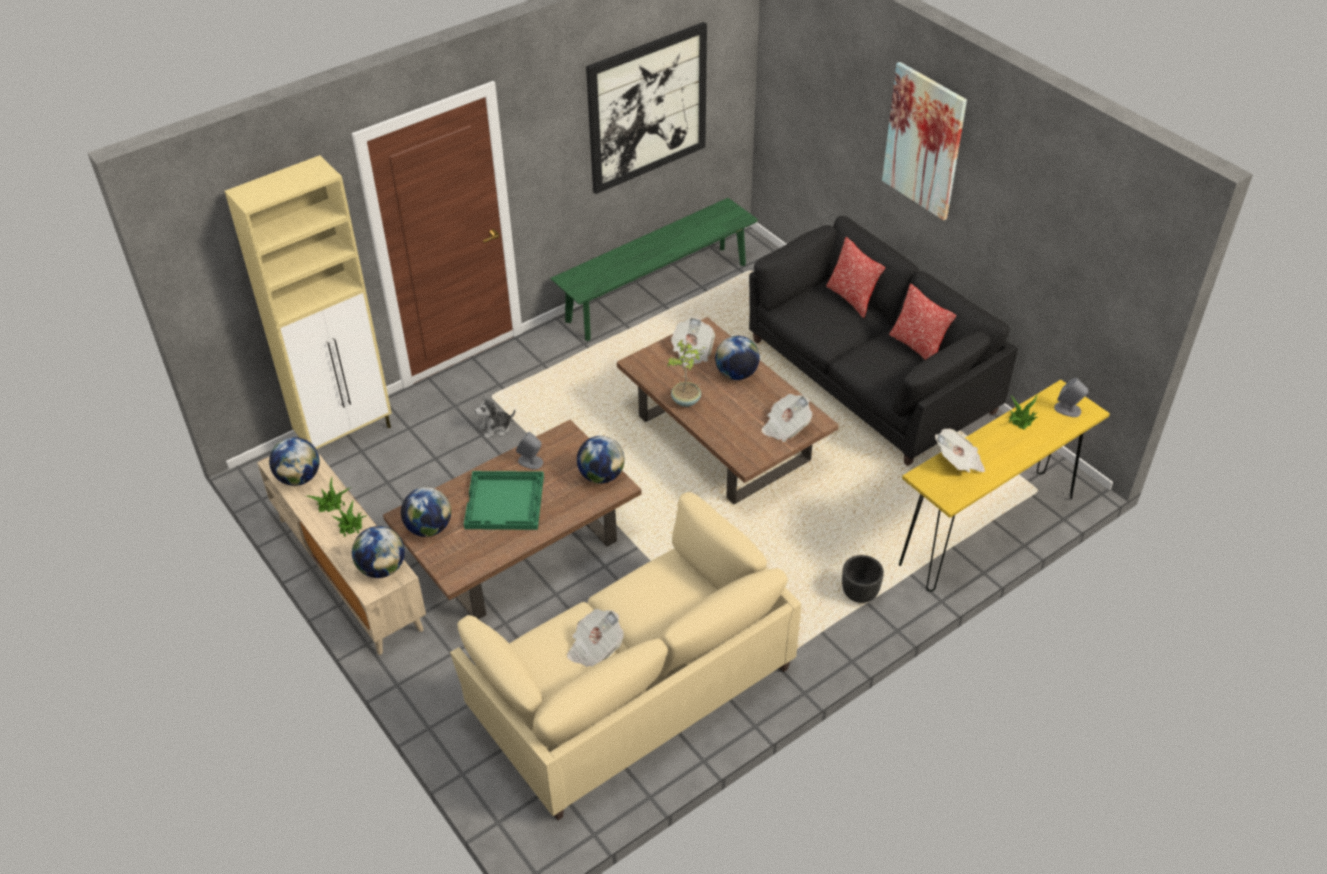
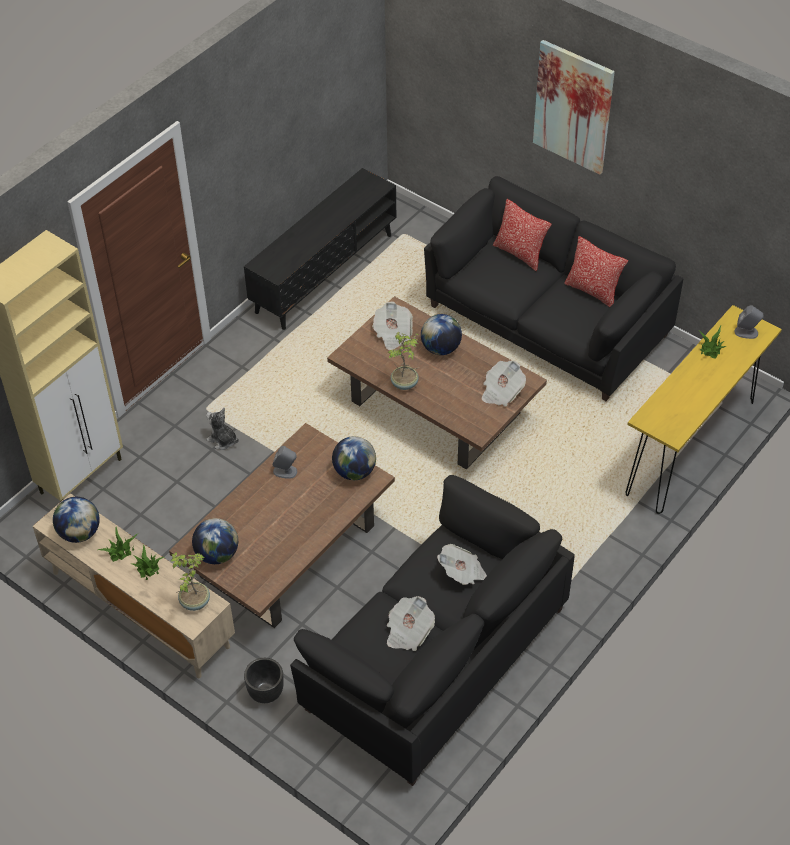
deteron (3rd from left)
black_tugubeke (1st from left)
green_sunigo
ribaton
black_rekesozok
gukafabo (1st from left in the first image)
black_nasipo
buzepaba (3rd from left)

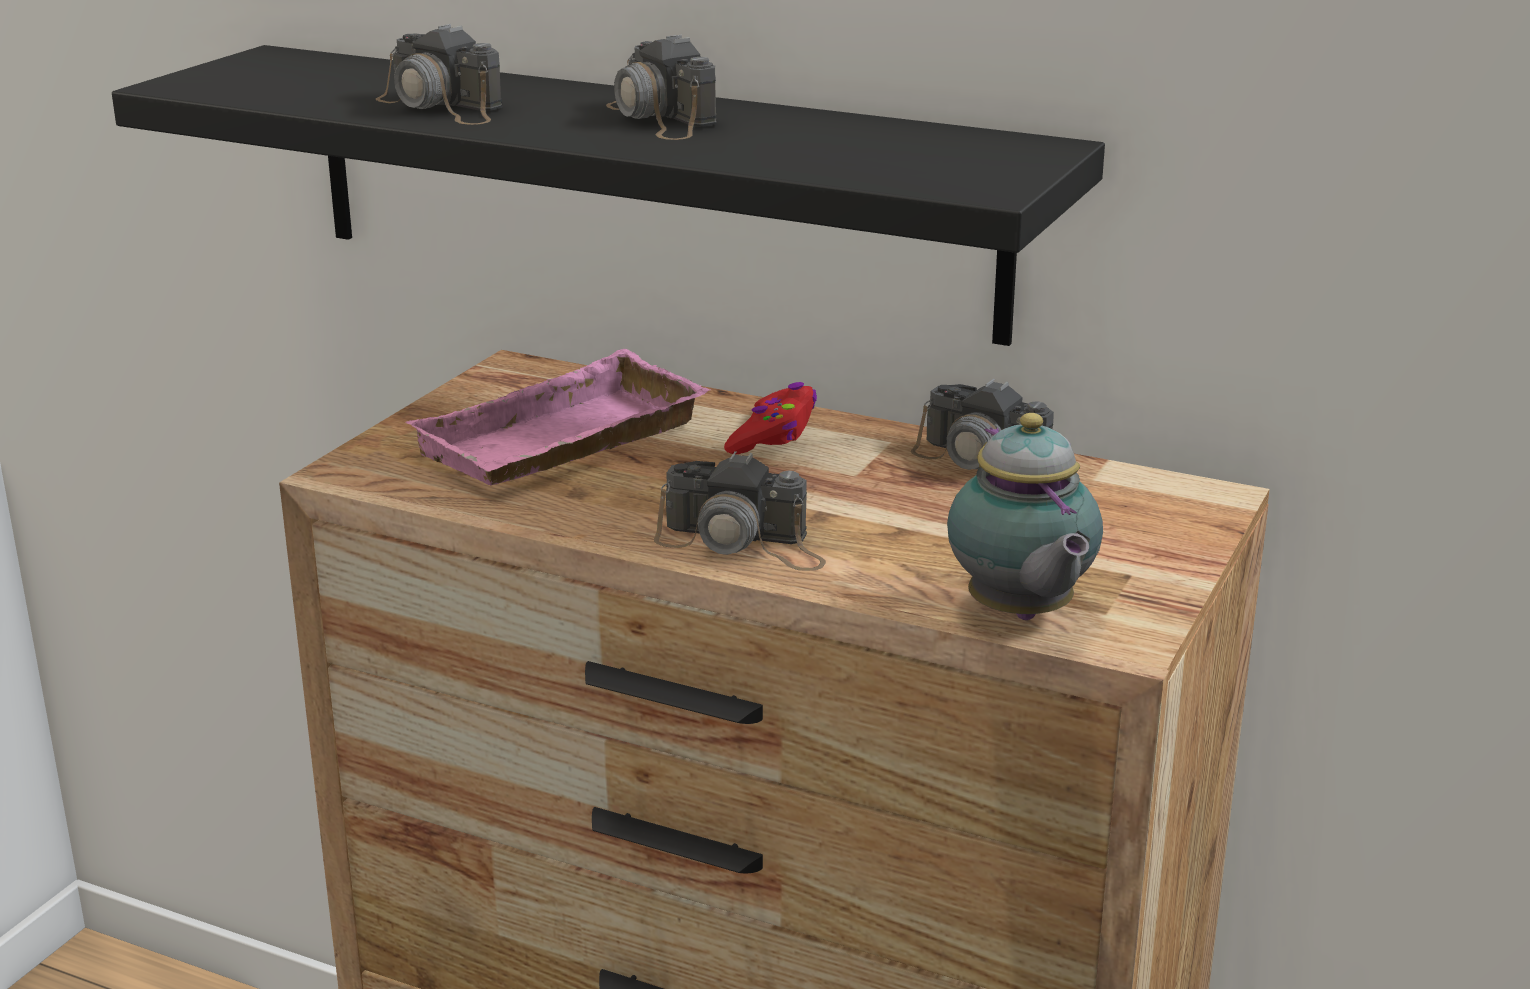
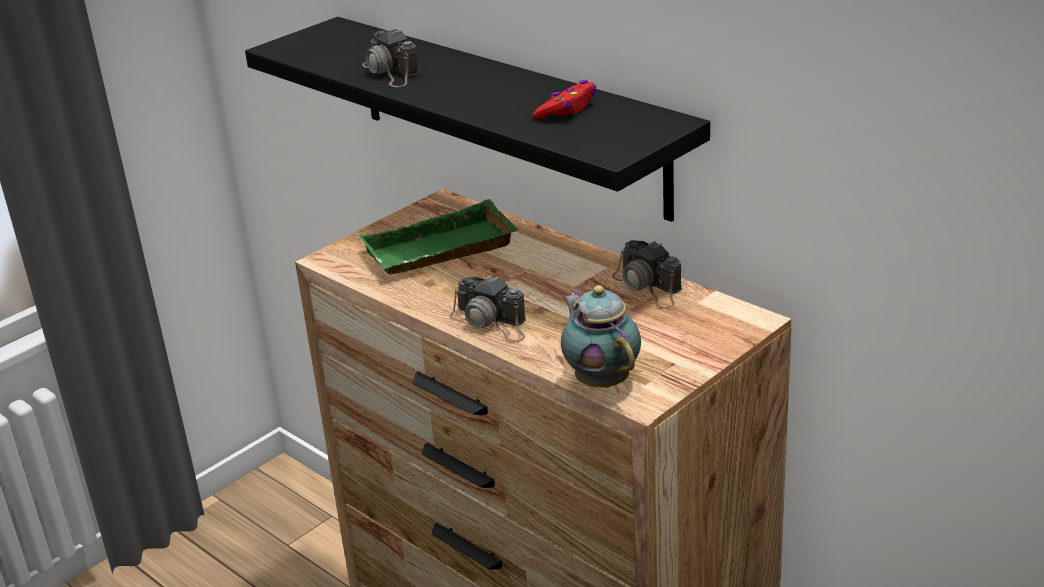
green_sunigo
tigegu (2nd from left in the first image)
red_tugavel
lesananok

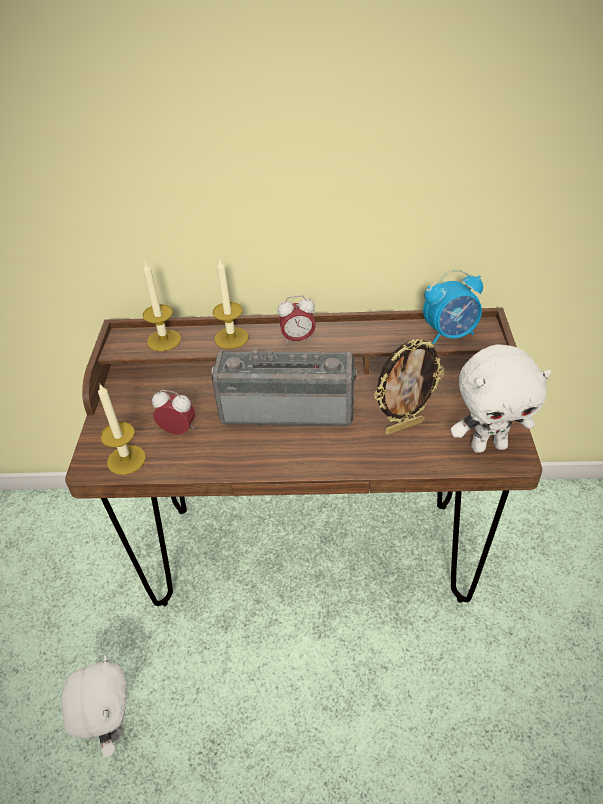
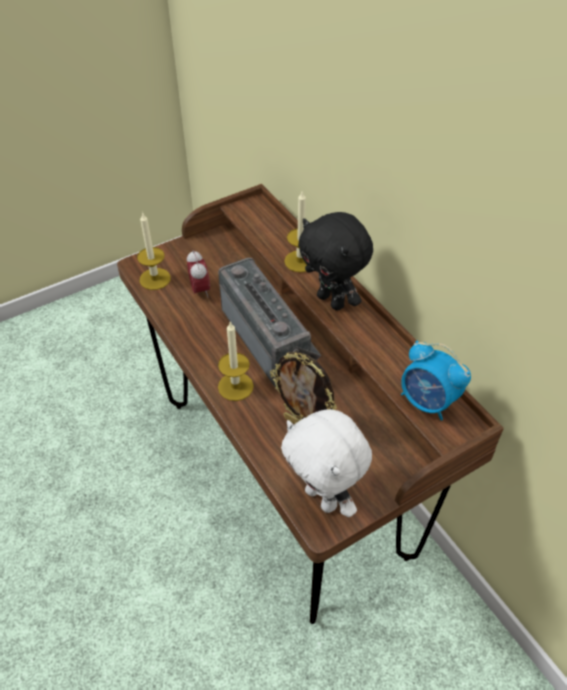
white_ribaton (1st from left in the first image)
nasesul (2nd from left)
black_ribaton

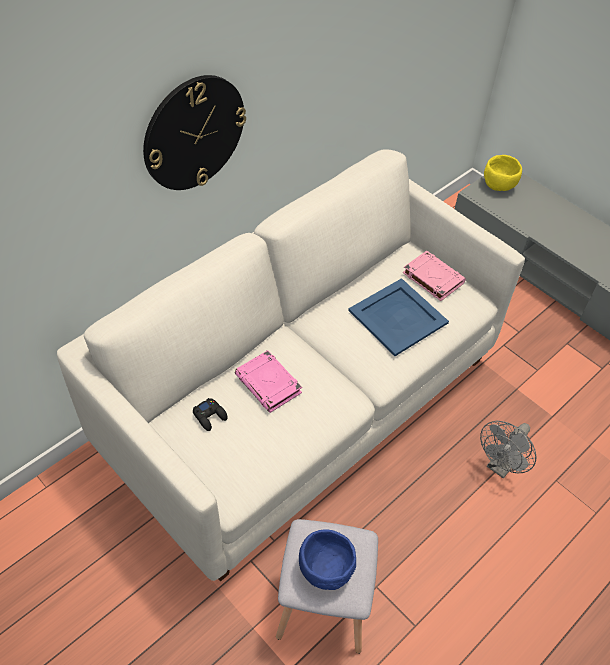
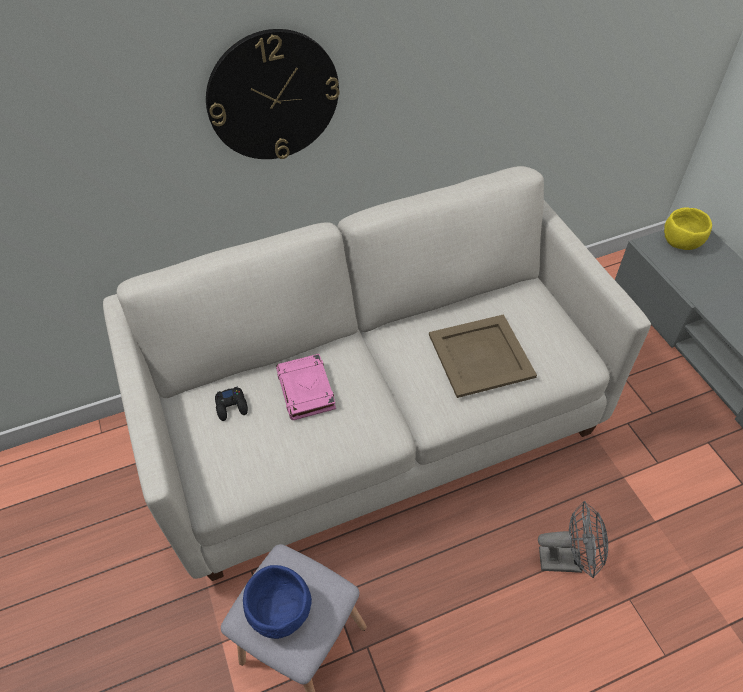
beige_sunigo
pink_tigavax (2nd from left in the first image)
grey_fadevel

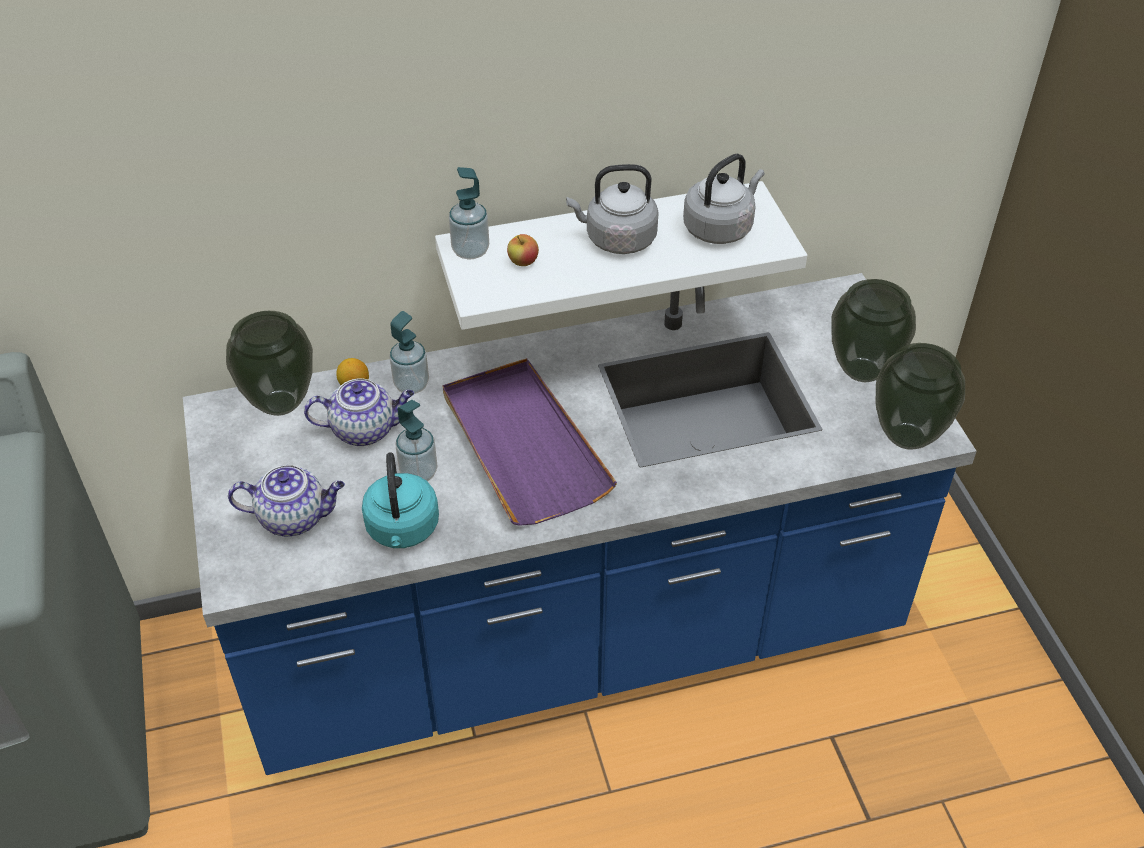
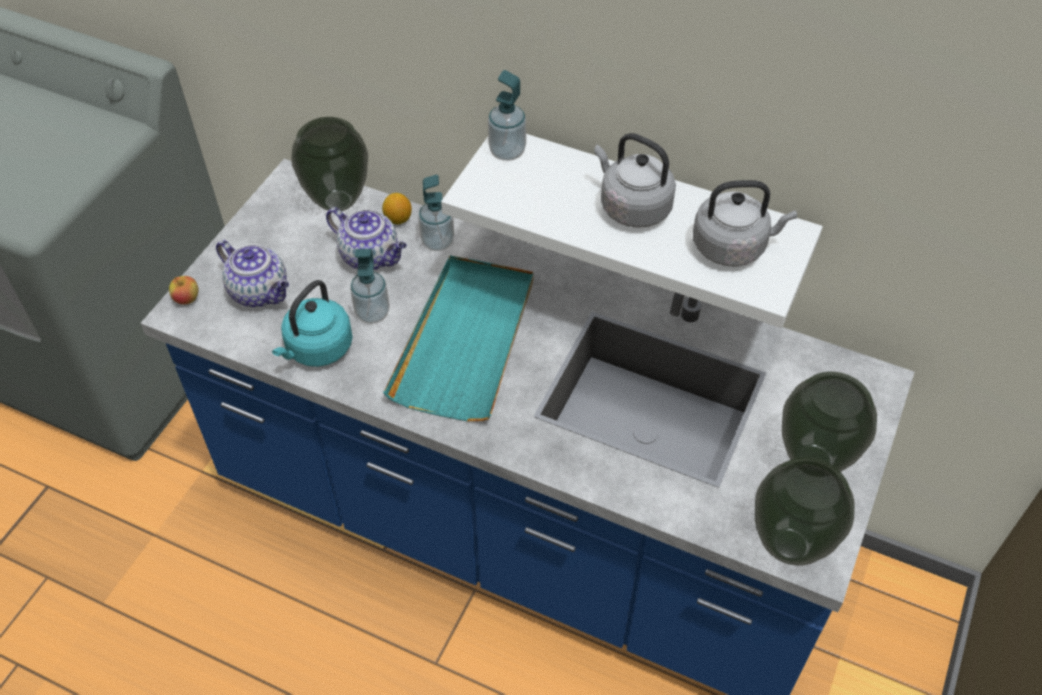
turquoise_sunigo
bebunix

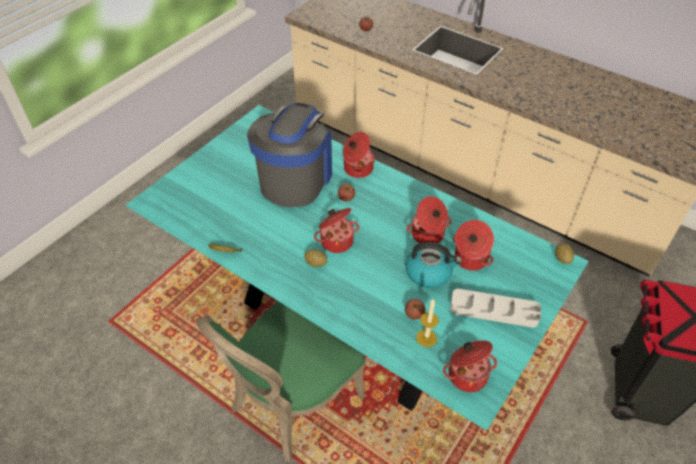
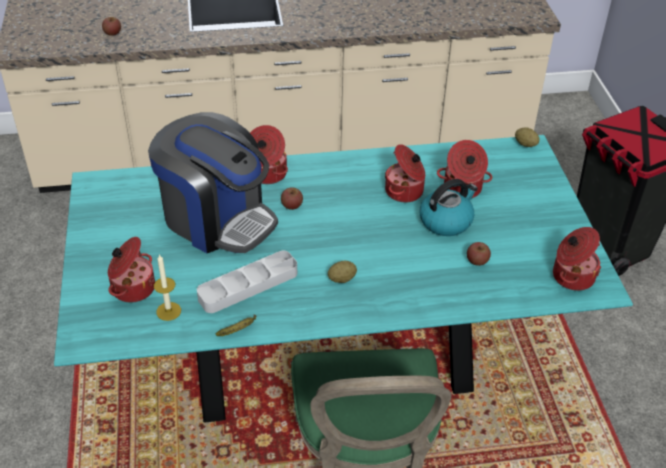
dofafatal
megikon (1st from left)
nasesul
grey_sunigo

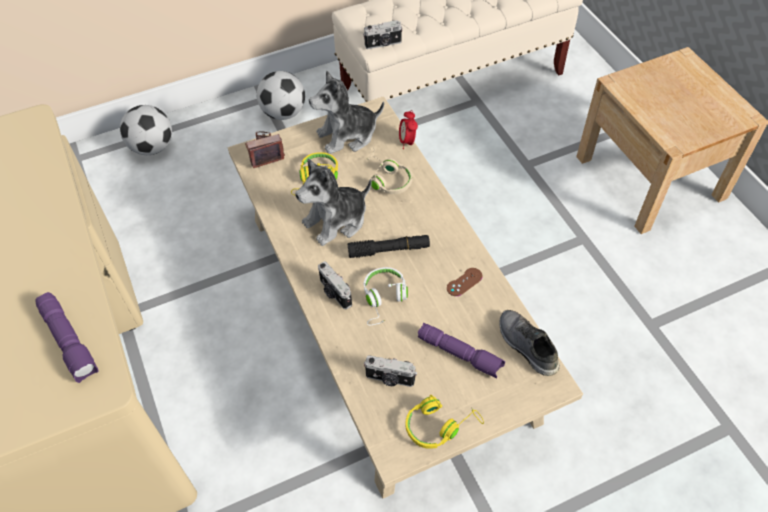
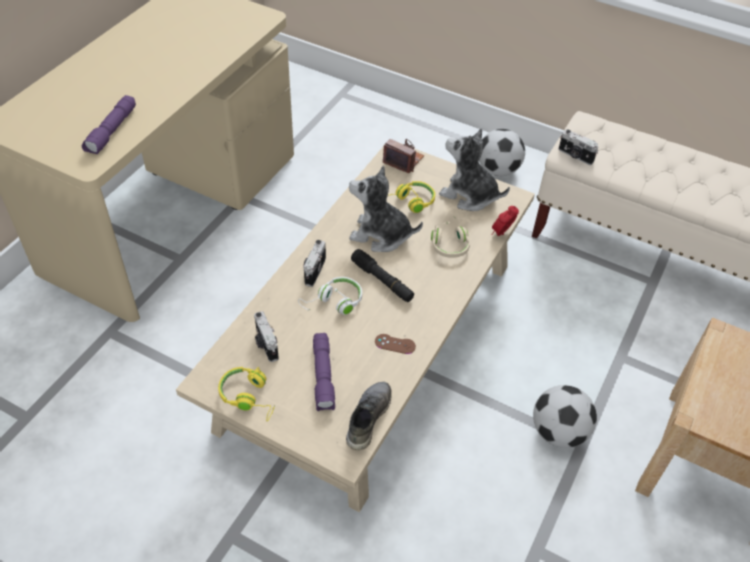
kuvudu (2nd from left)

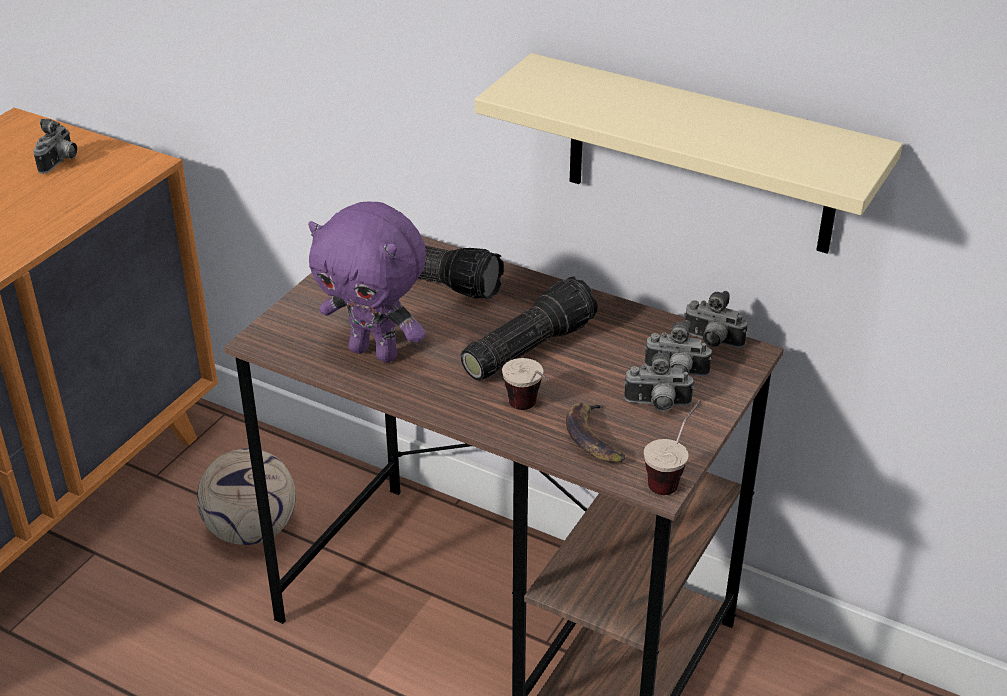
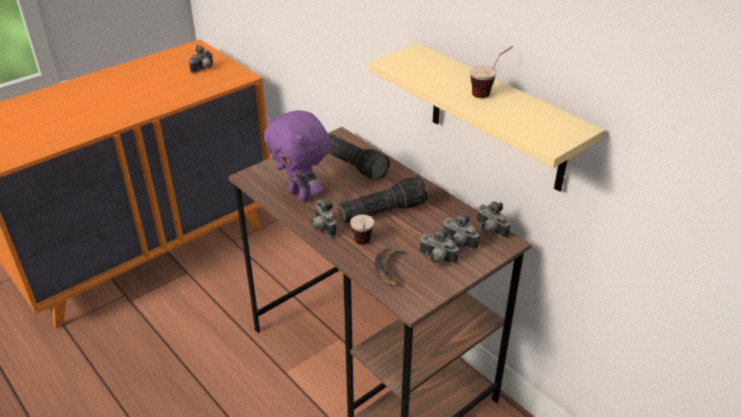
kuvudu
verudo (2nd from left)
tigegu (2nd from left)

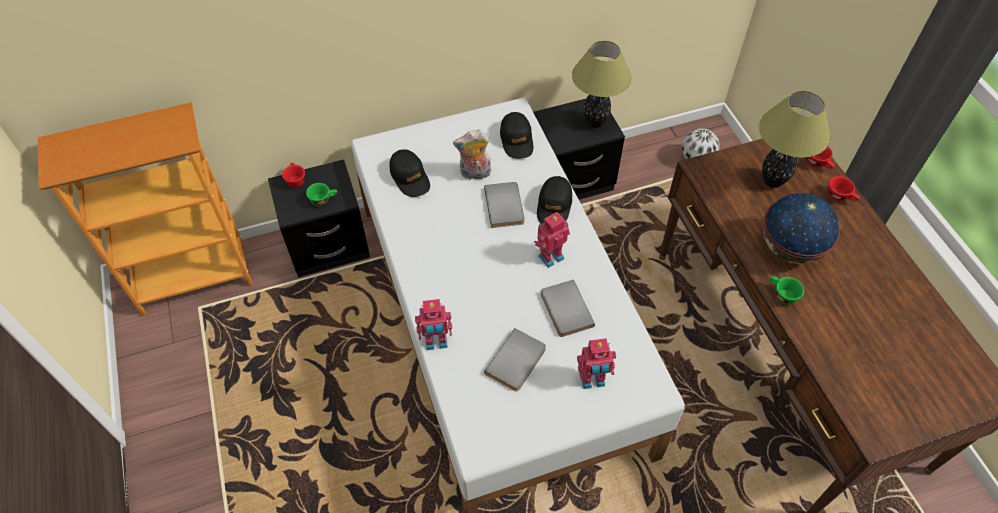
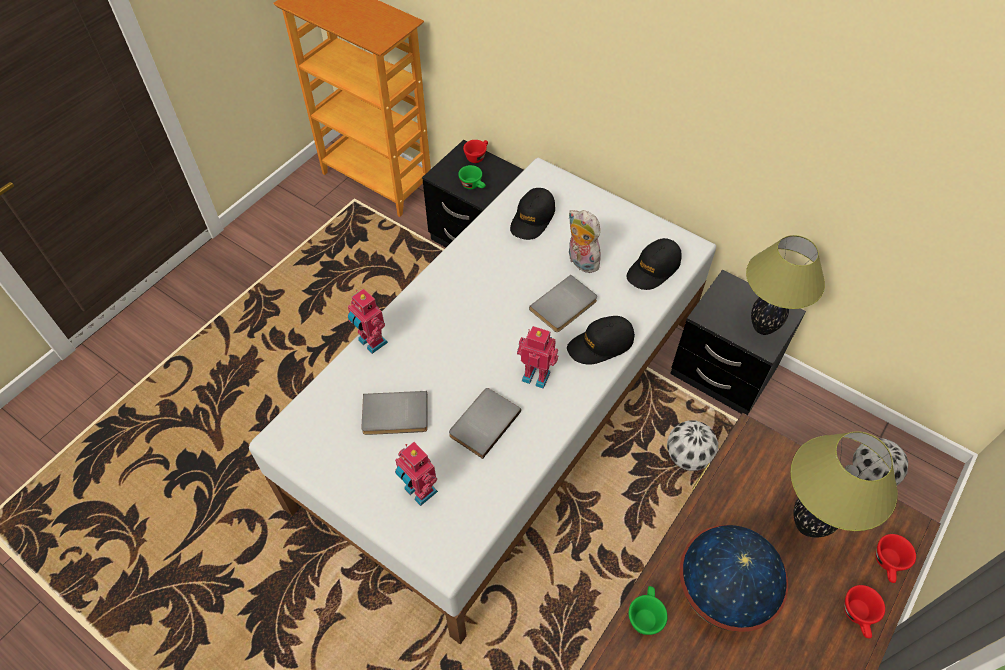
kuvudu (1st from left)

